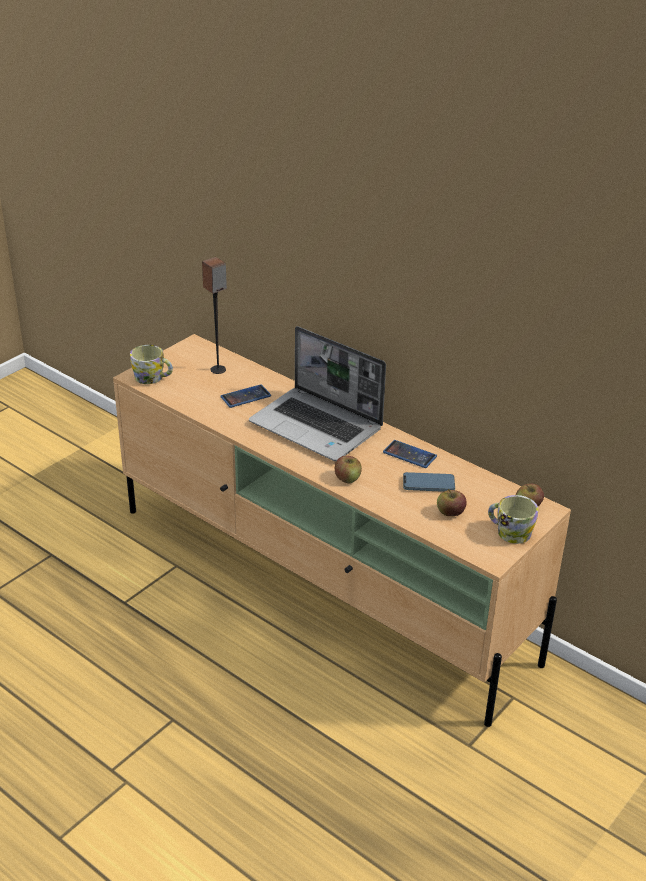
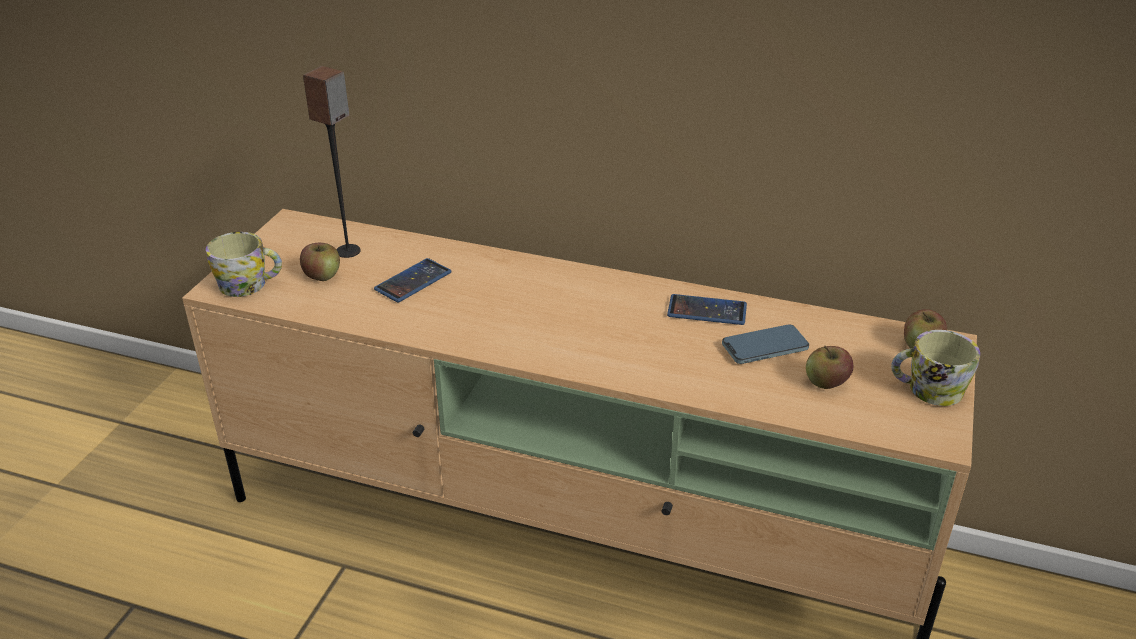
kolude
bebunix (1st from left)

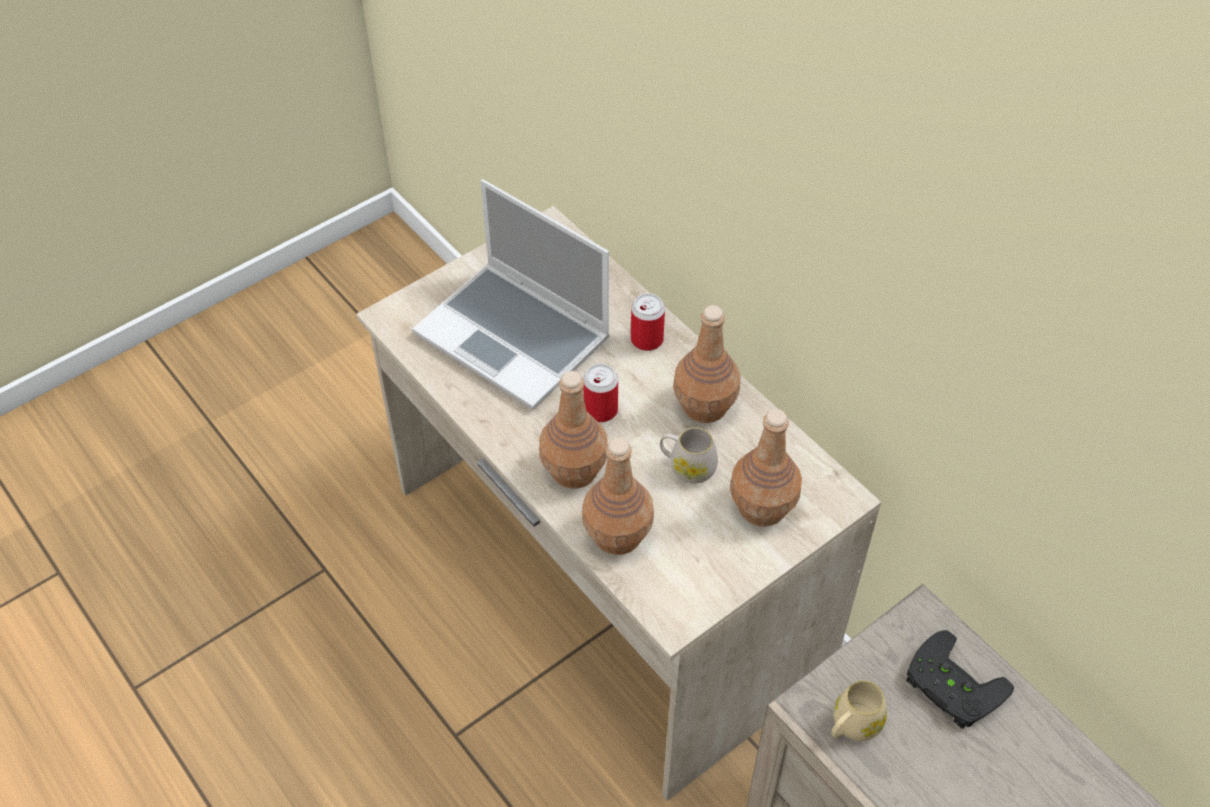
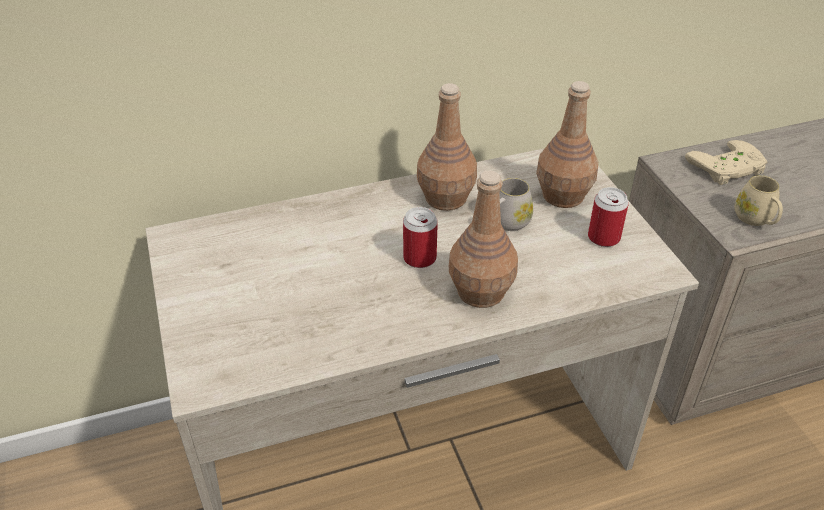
kolude
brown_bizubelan (2nd from left in the first image)
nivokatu (2nd from left)
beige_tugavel

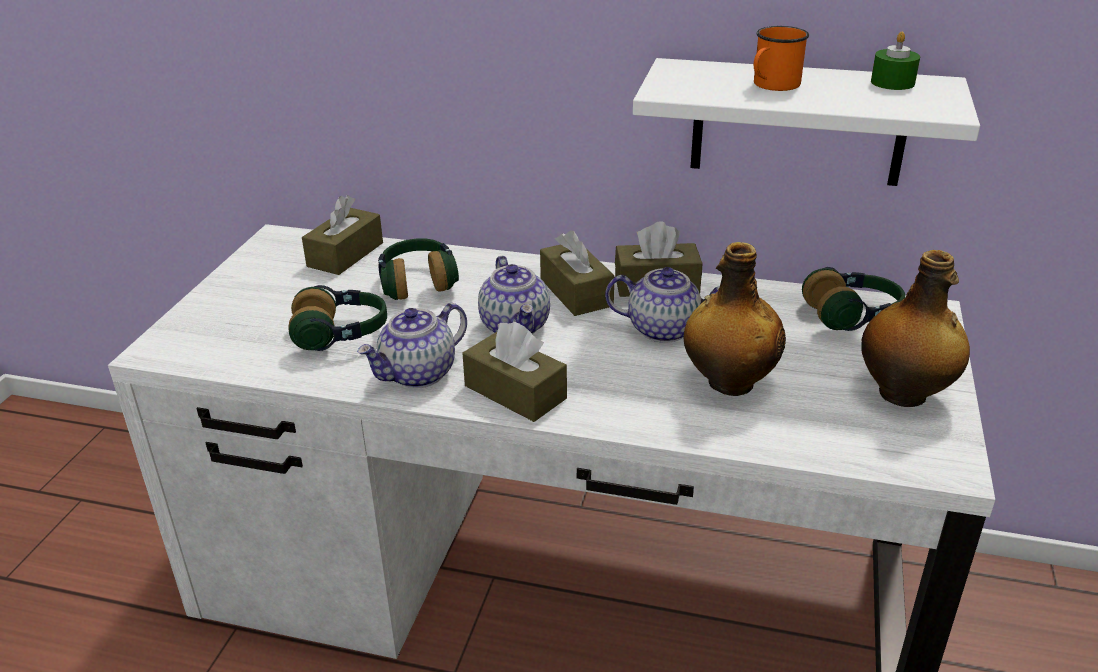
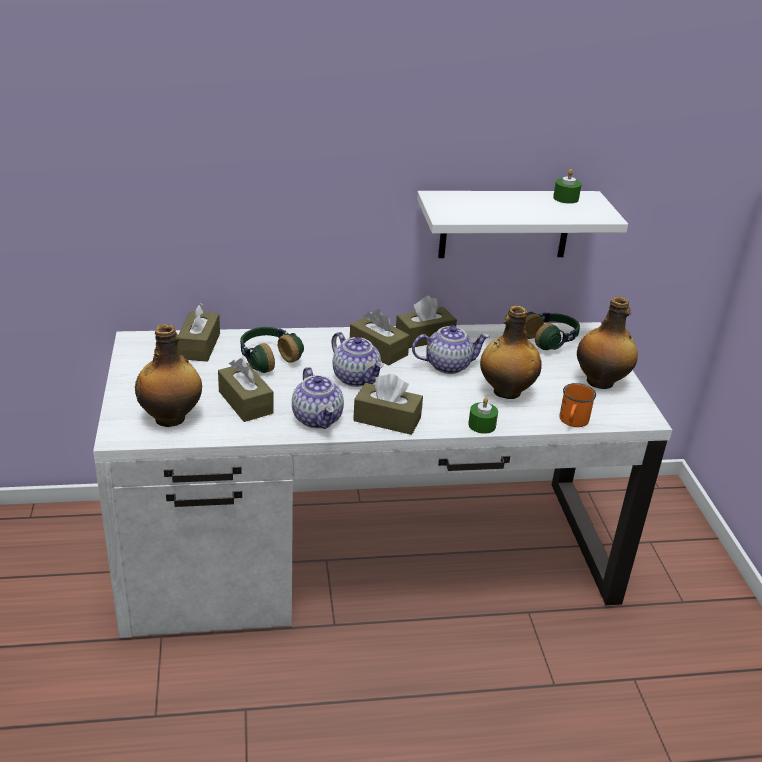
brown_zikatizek (2nd from left)
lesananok (1st from left)
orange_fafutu
bizubelan (1st from left)
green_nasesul (1st from left)

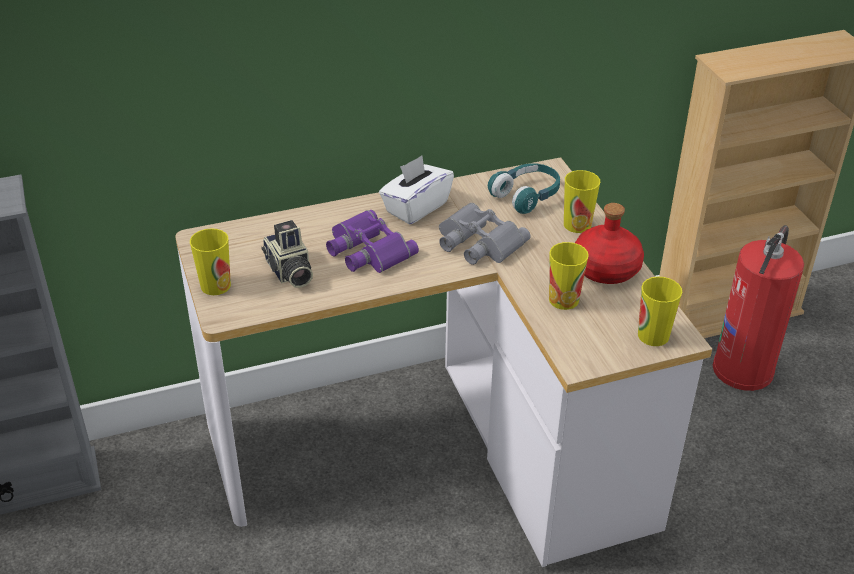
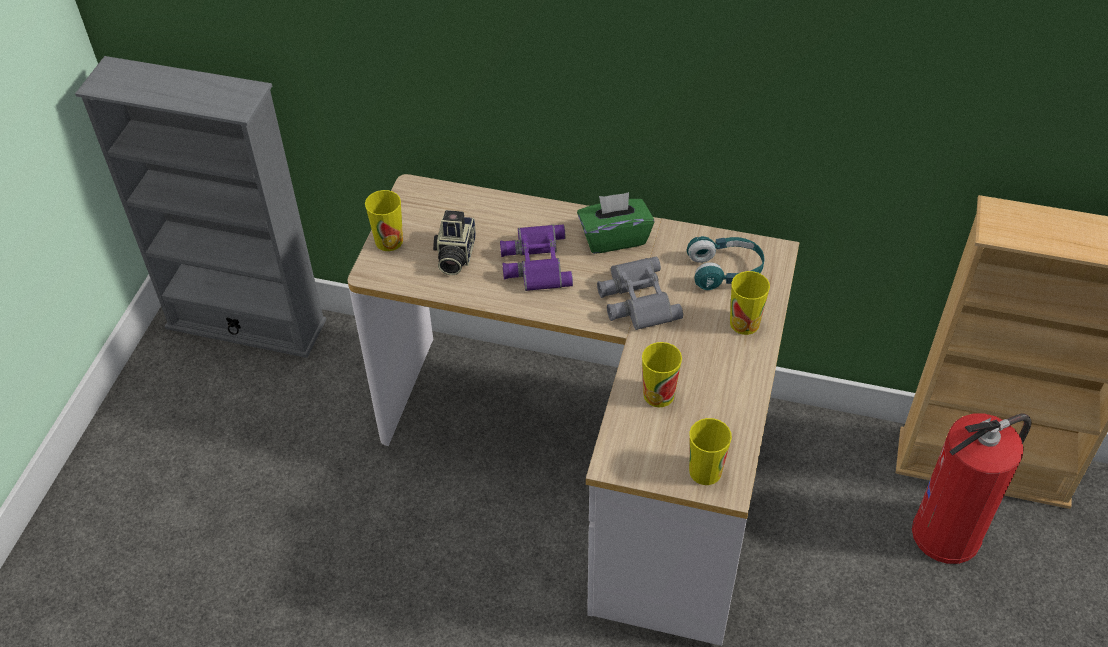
green_zikatizek
red_bizubelan

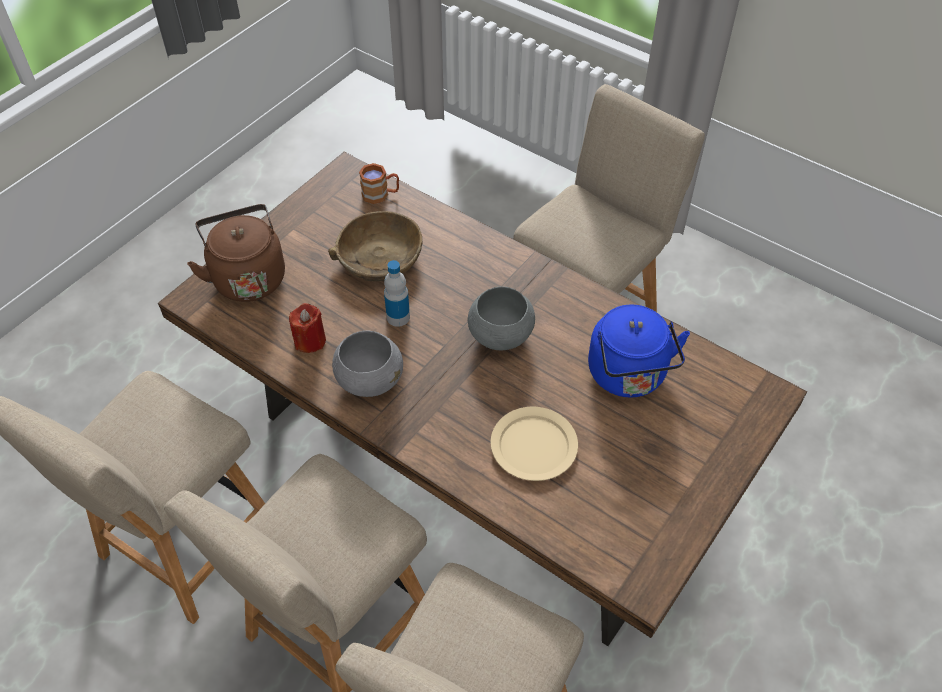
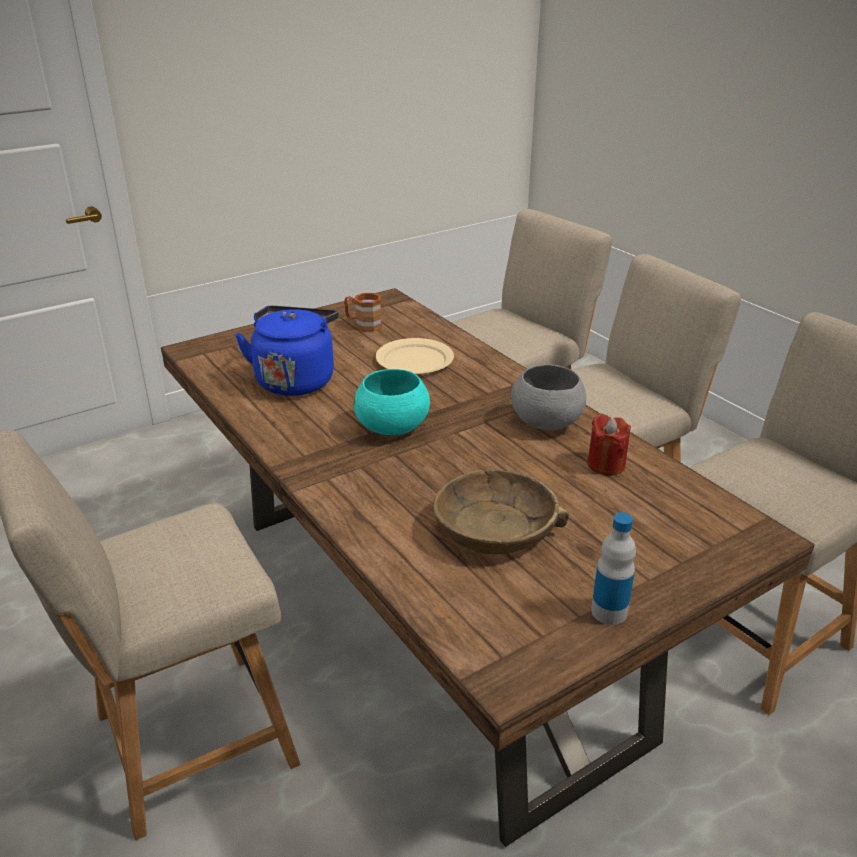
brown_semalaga
brown_fafutu
bizubelan
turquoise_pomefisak

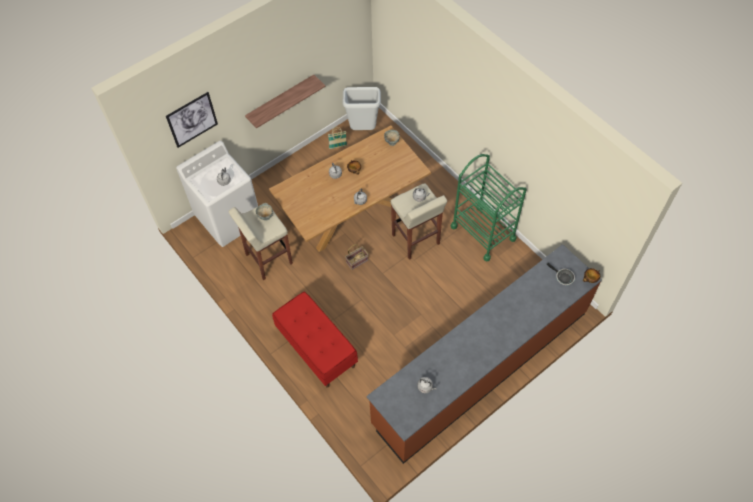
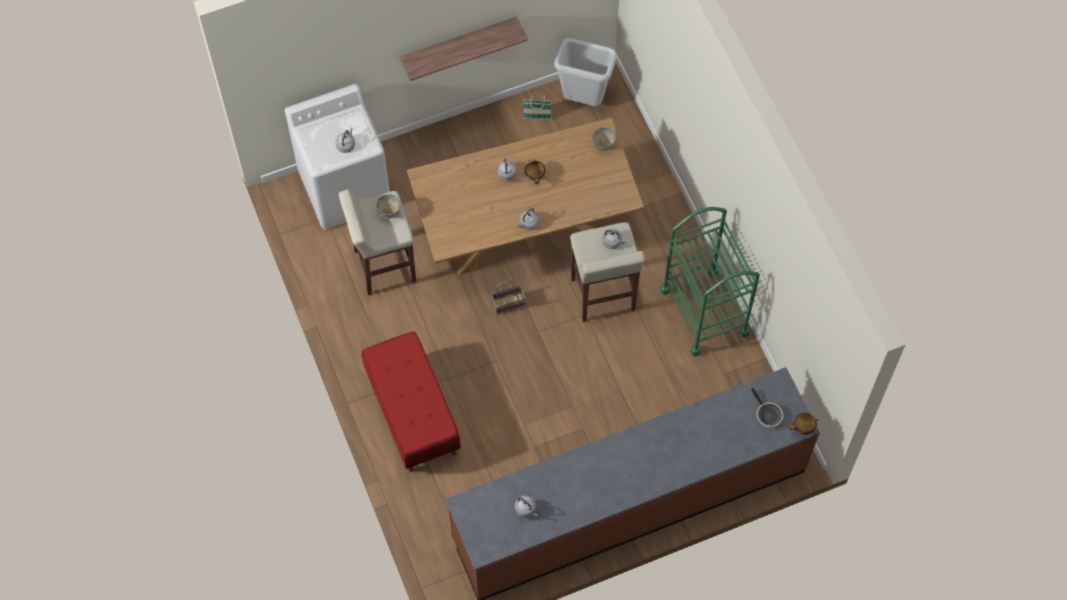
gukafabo

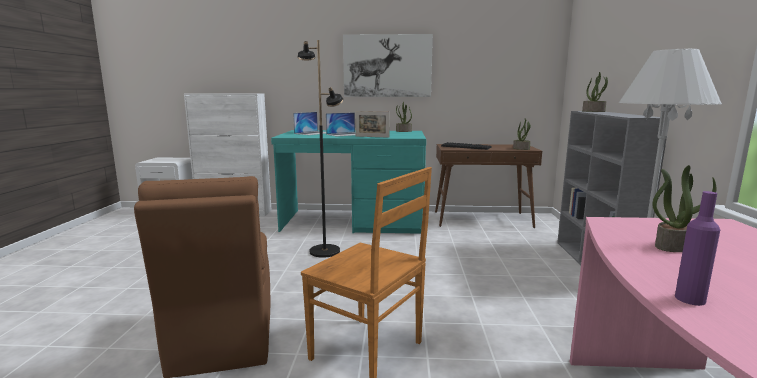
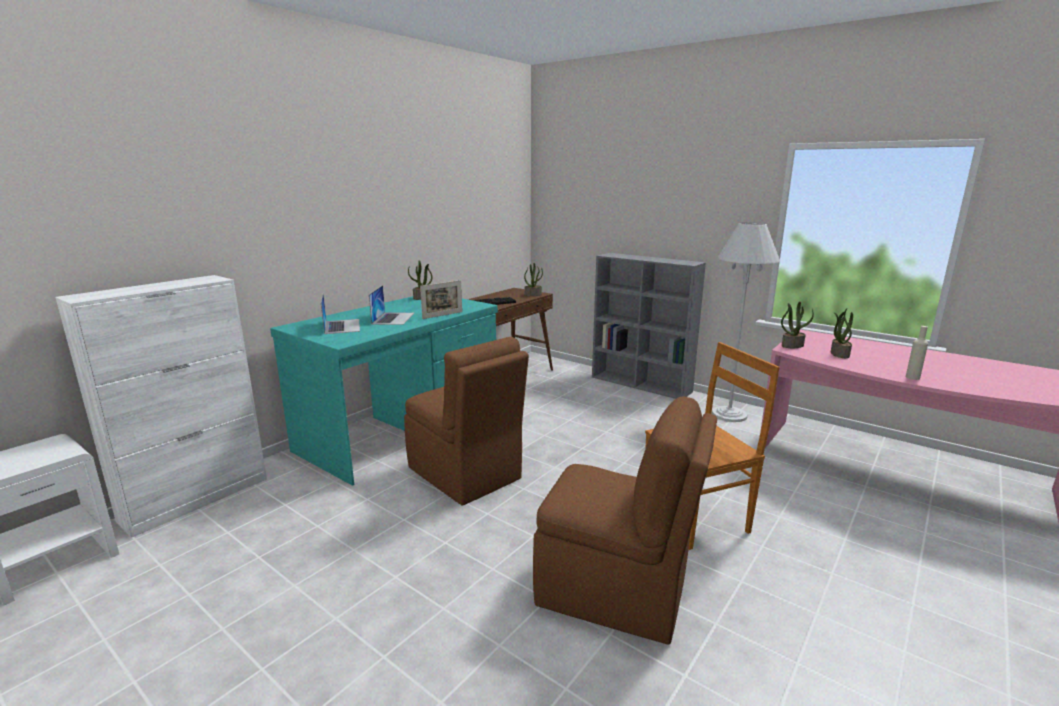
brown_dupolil (1st from left)
gukafabo
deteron (3rd from left)
beige_bizubelan

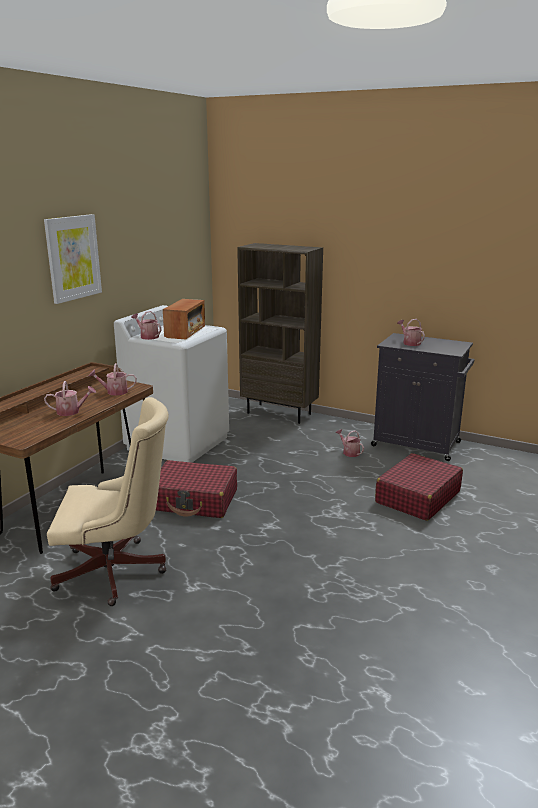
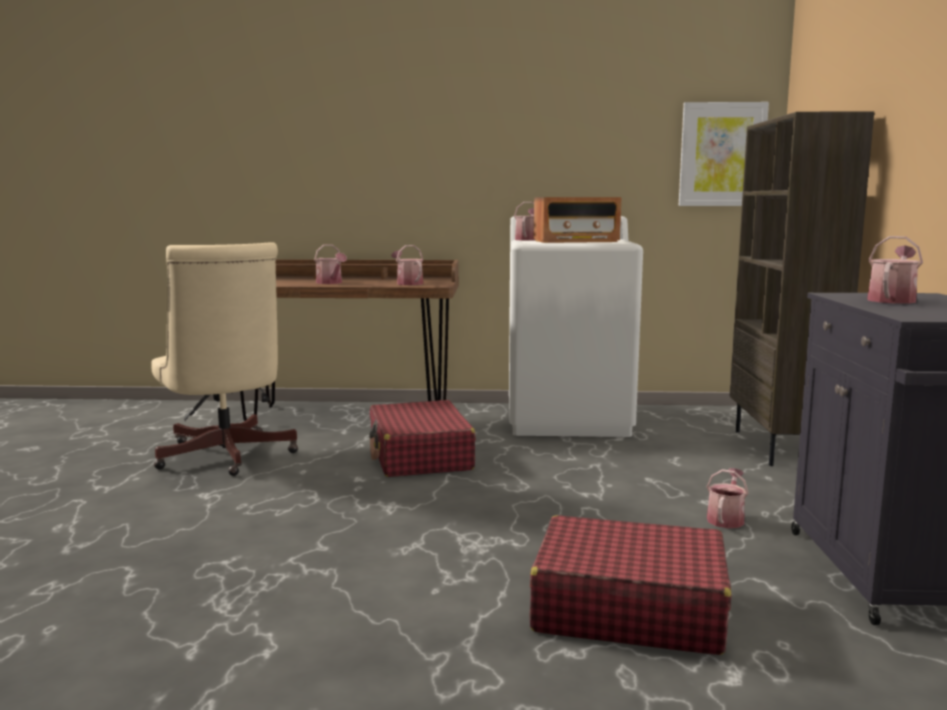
gukafabo

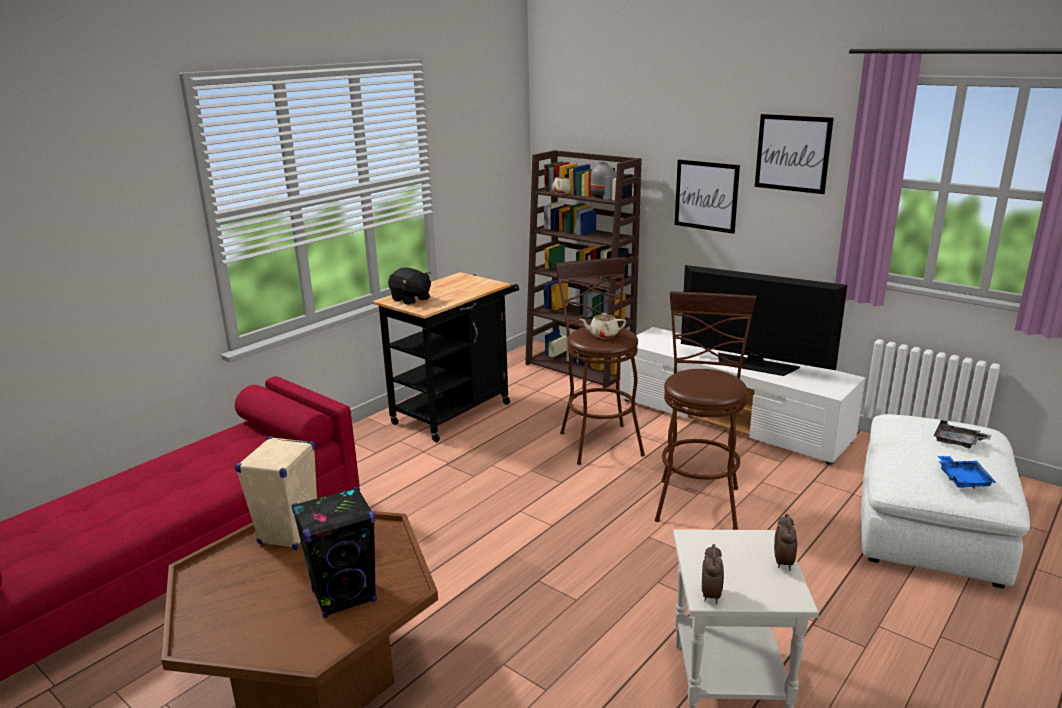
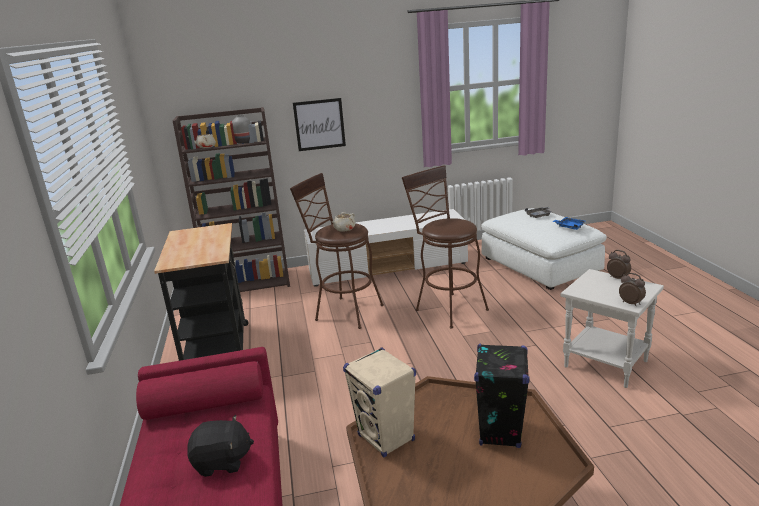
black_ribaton
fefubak
gukafabo (2nd from left in the first image)

